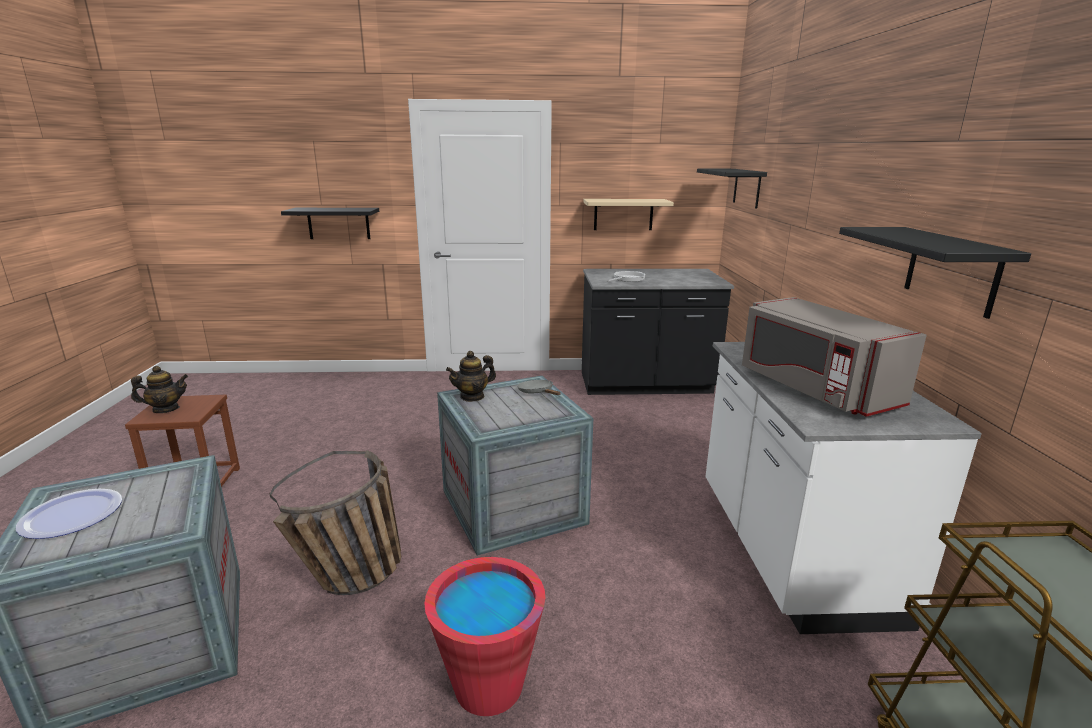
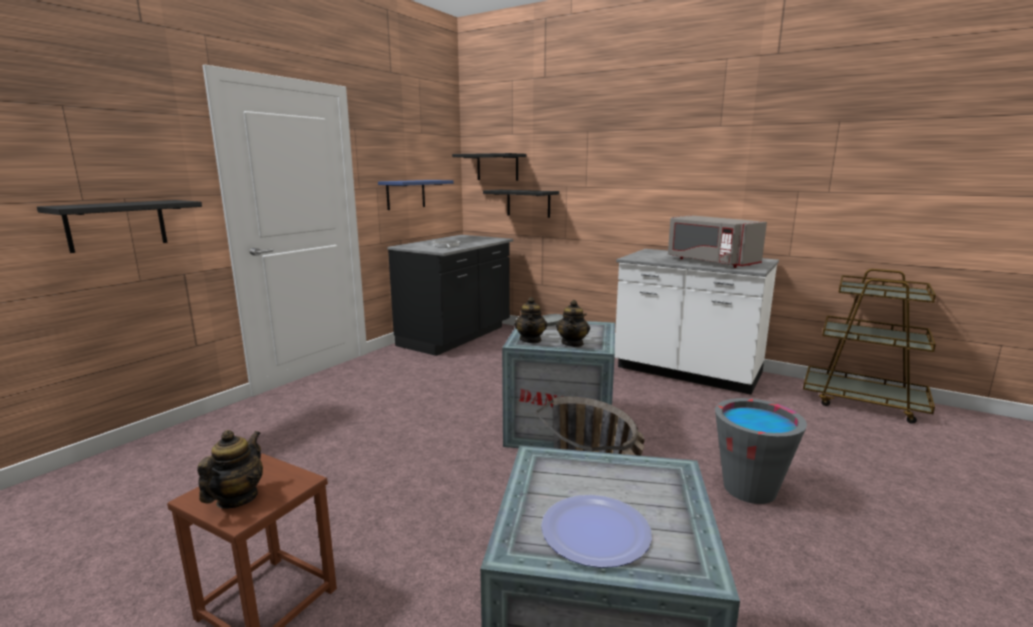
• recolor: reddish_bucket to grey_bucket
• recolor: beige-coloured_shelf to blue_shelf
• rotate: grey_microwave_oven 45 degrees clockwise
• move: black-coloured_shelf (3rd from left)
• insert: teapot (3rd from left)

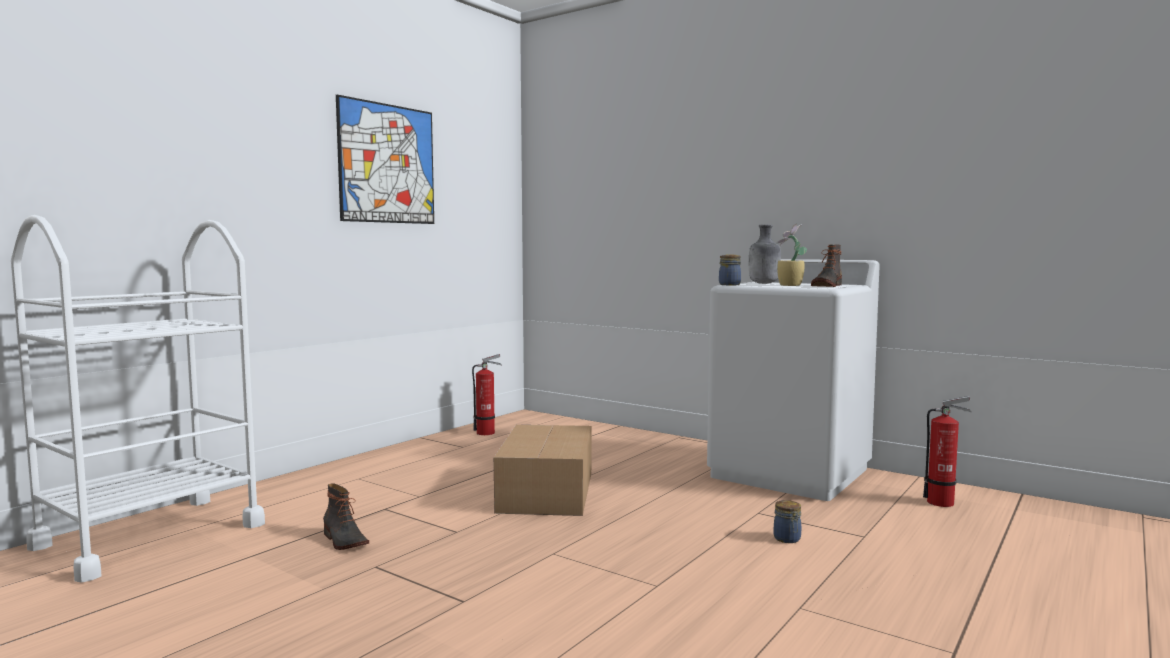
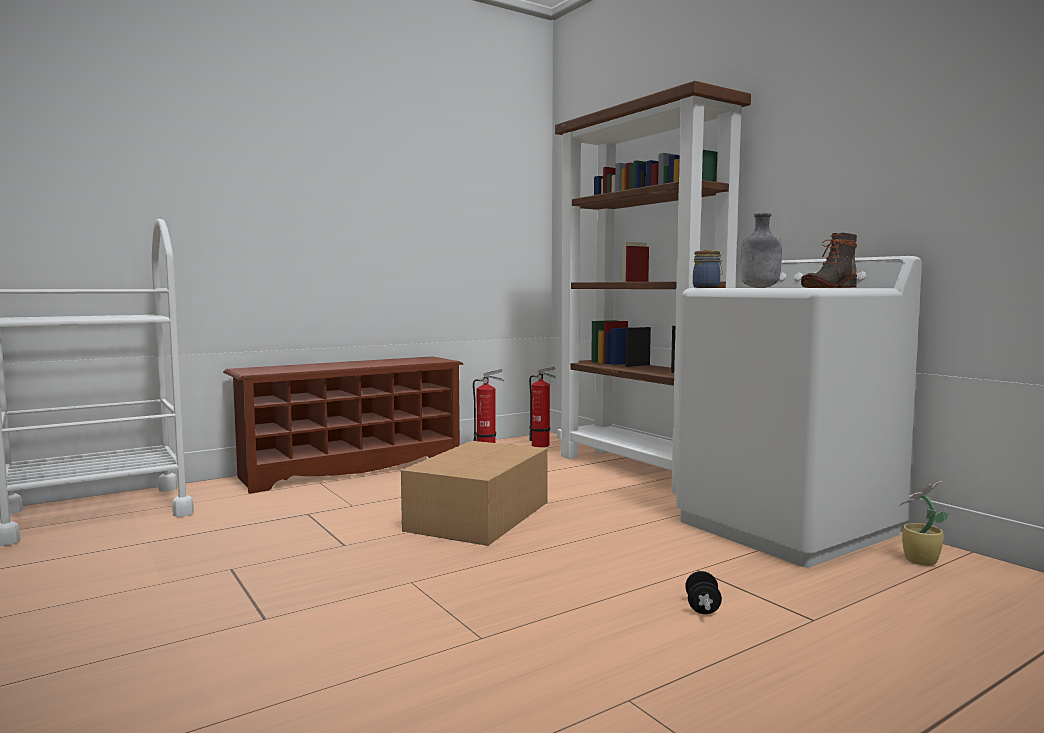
• delete: tall_boot (1st from left)
• delete: wall_picture
• replace: storage_jar (2nd from left) to black-coloured_dumbbell
• move: plant_in_a_pot
• move: extinguisher (2nd from left)
• insert: brown_shoe_stand
• insert: brown_shelving_unit

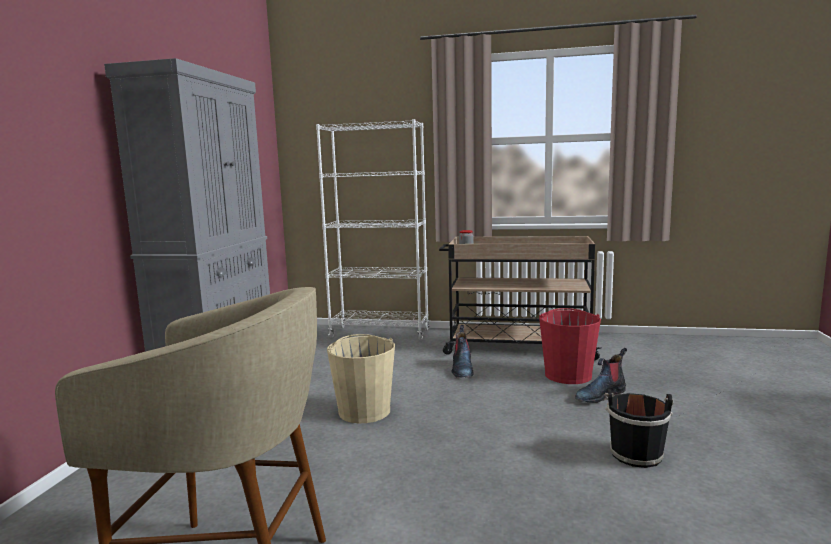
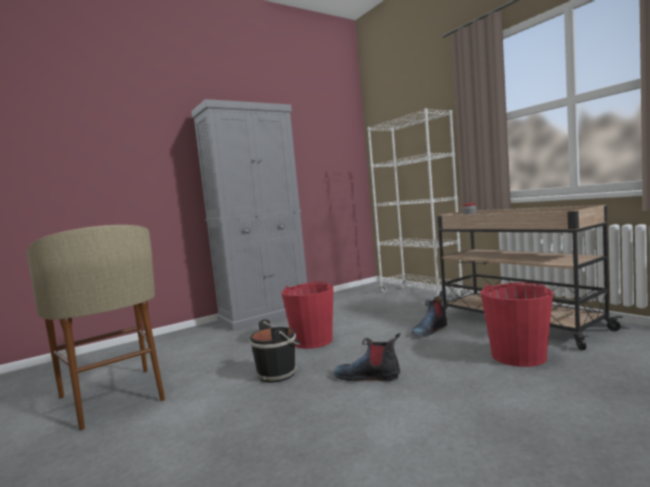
• recolor: beige-coloured_bucket to reddish_bucket (1st from left)
• move: tall_boot (2nd from left in the first image) to tall_boot (1st from left)
• move: black-coloured_bucket

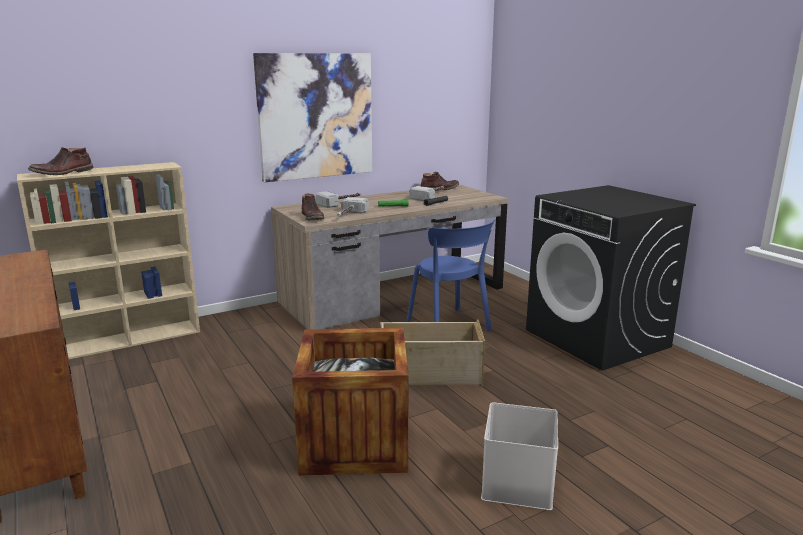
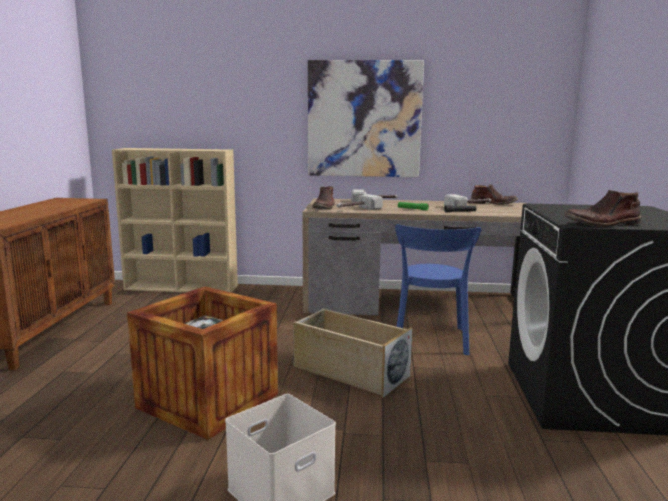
• move: brown_tall_boot (1st from left in the first image) to brown_tall_boot (3rd from left)

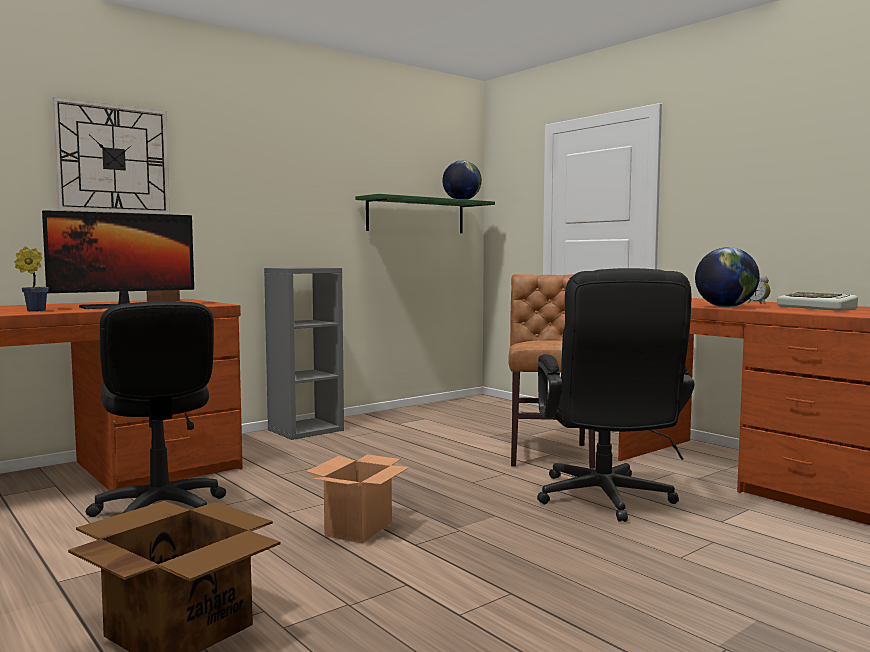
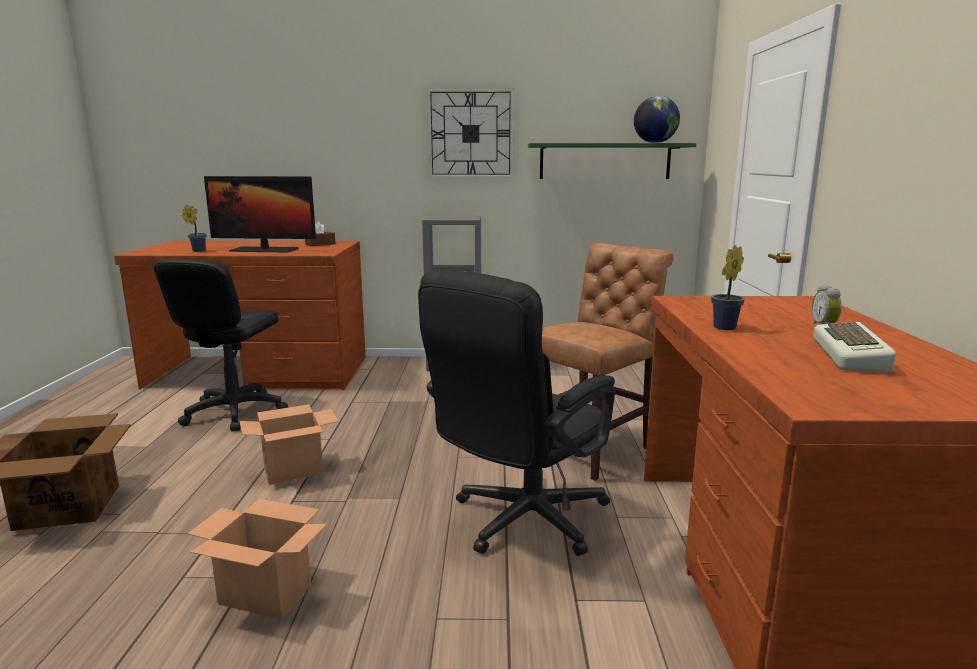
• move: hanging_clock
• replace: desk_globe (2nd from left) to plant_in_a_pot (2nd from left)
• insert: packing_box (2nd from left)

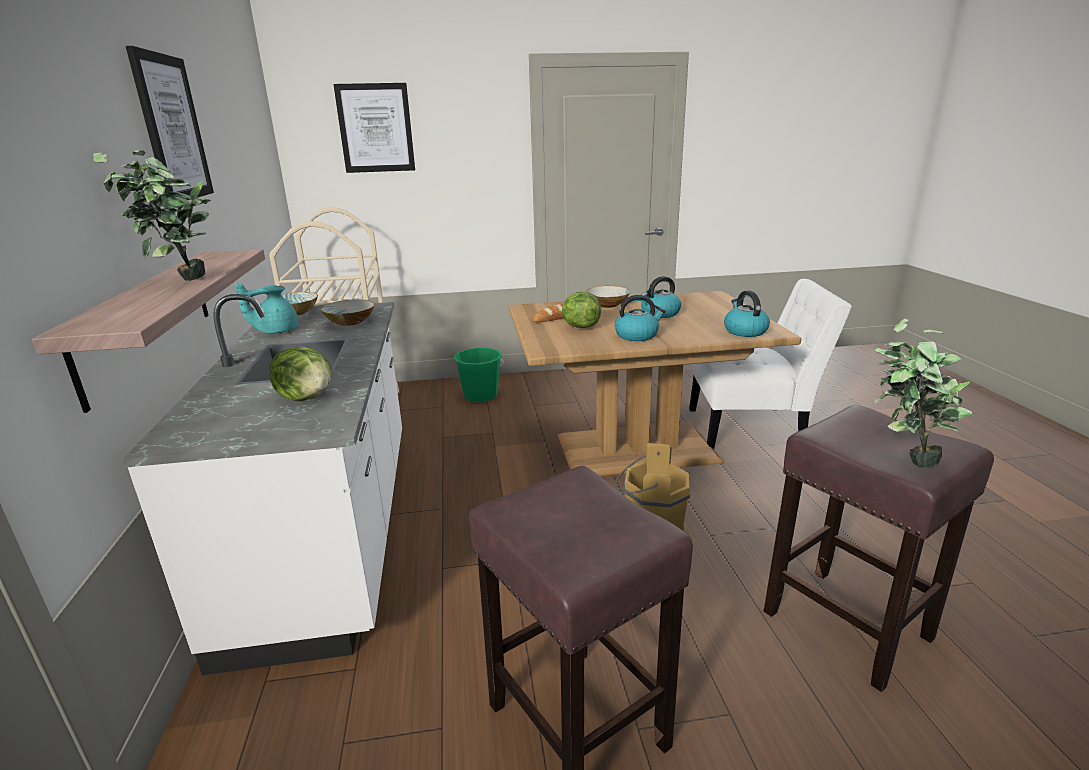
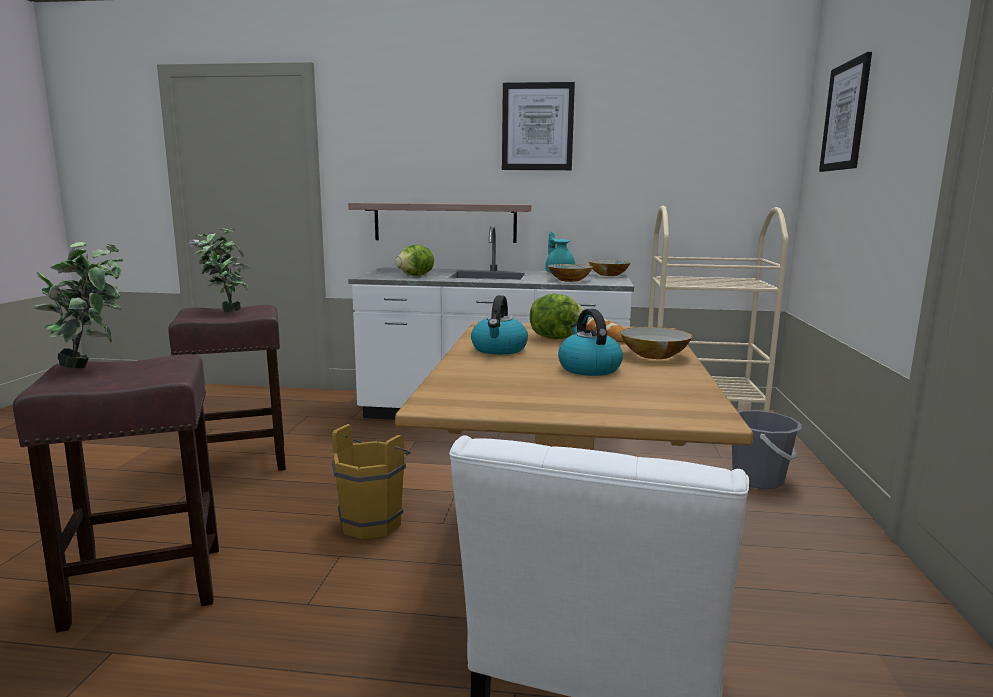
• move: plant_in_a_pot (1st from left in the first image) to plant_in_a_pot (2nd from left)
• recolor: green-coloured_bucket to grey_bucket
• delete: water_kettle (3rd from left)

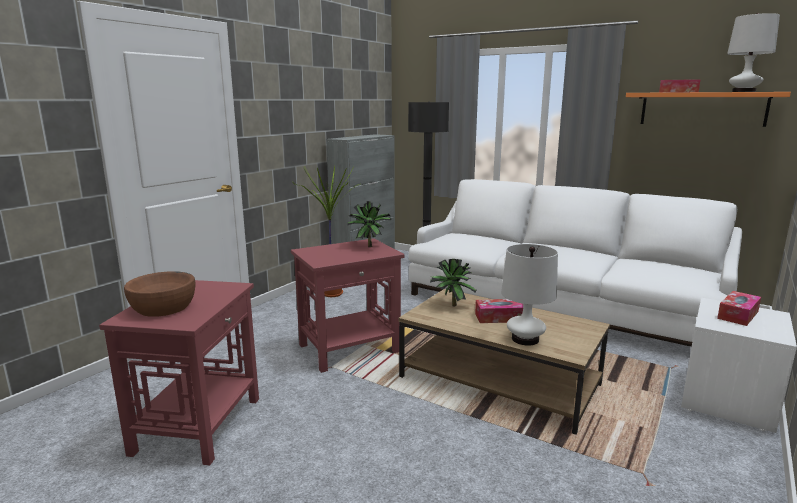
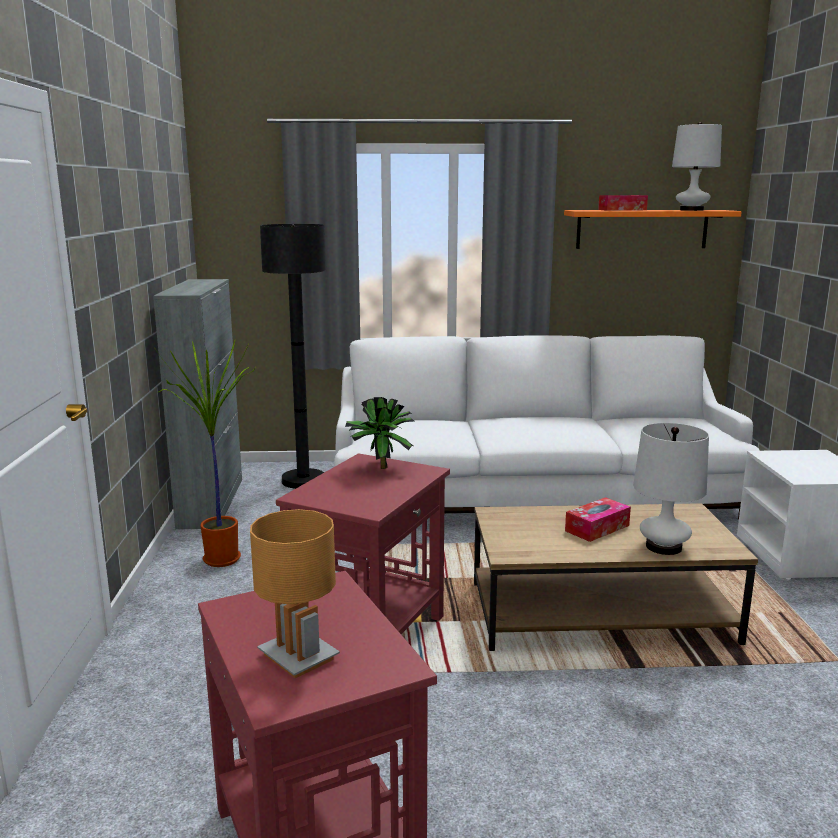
• replace: brown_serving_bowl to brown_lamp_for_a_table
• delete: plant_in_a_pot (3rd from left)
• delete: tissue_box (3rd from left)

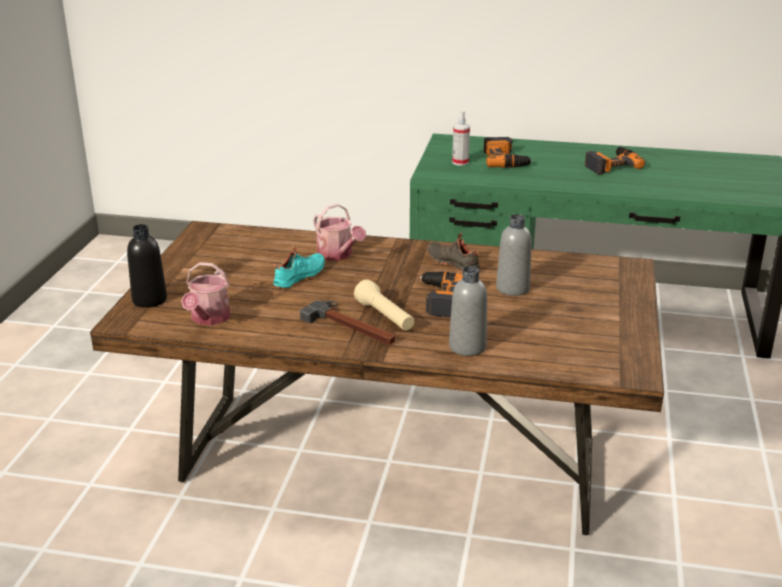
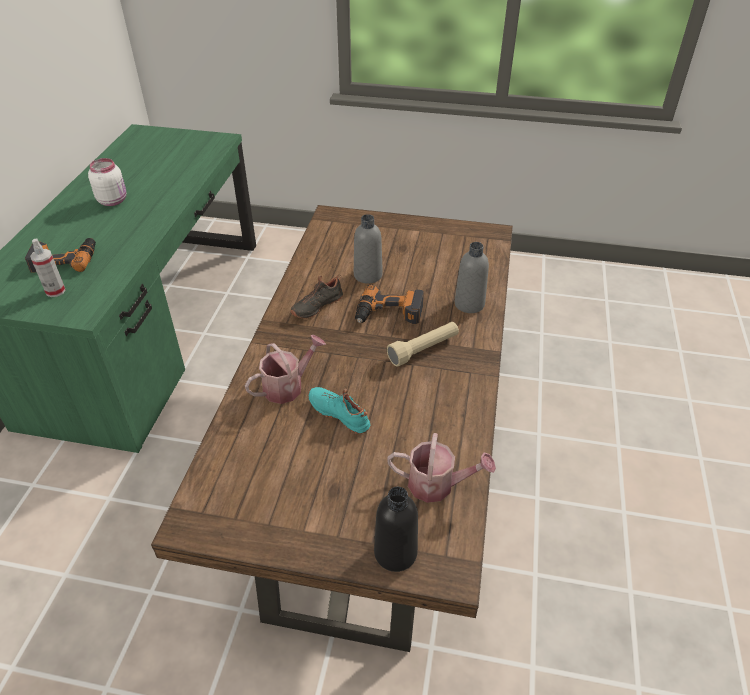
• delete: hammer
• replace: power_drill (3rd from left) to white-coloured_storage_jar

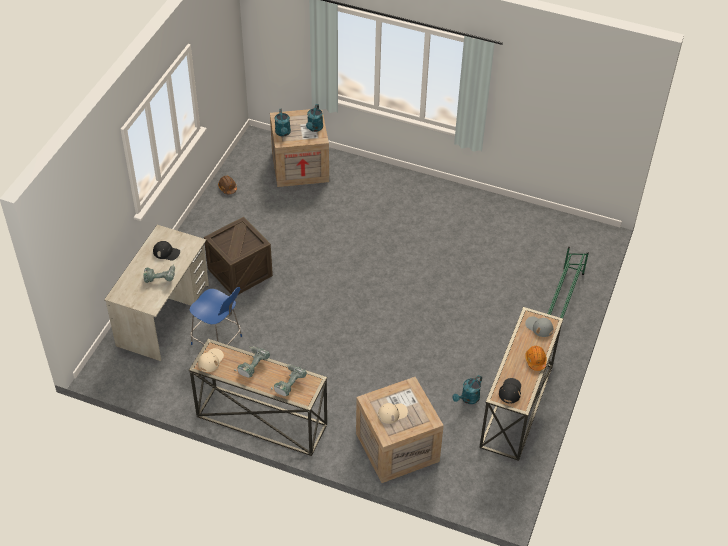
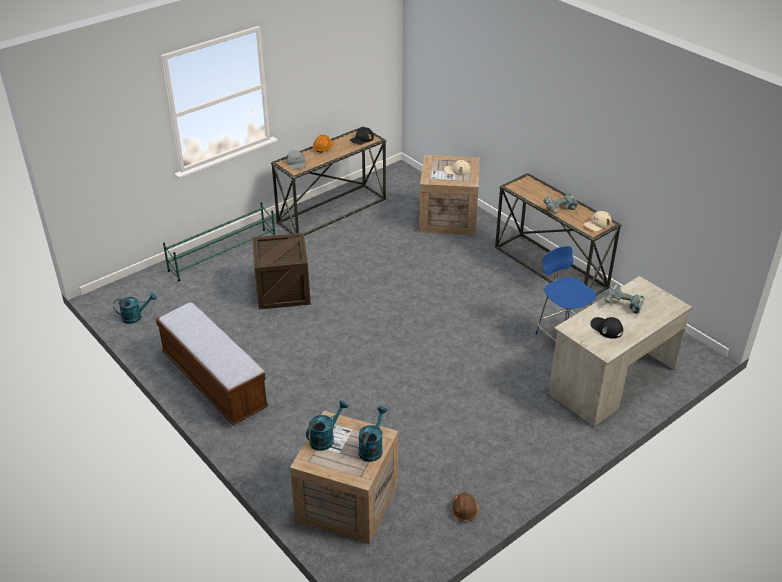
• move: shipping_crate (1st from left)
• delete: power_drill (3rd from left)
• move: turquoise_watering_pot (3rd from left in the first image) to turquoise_watering_pot (1st from left)
• insert: long_seat

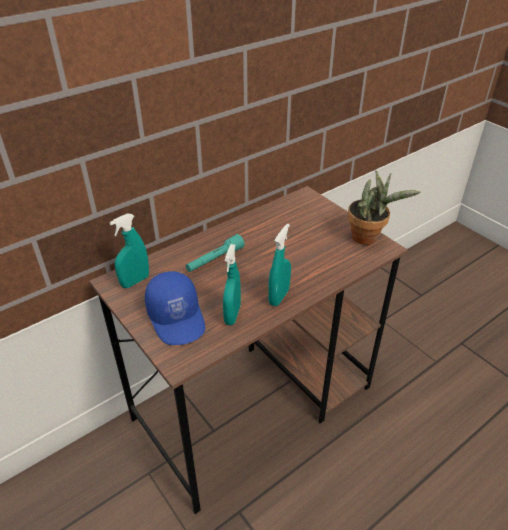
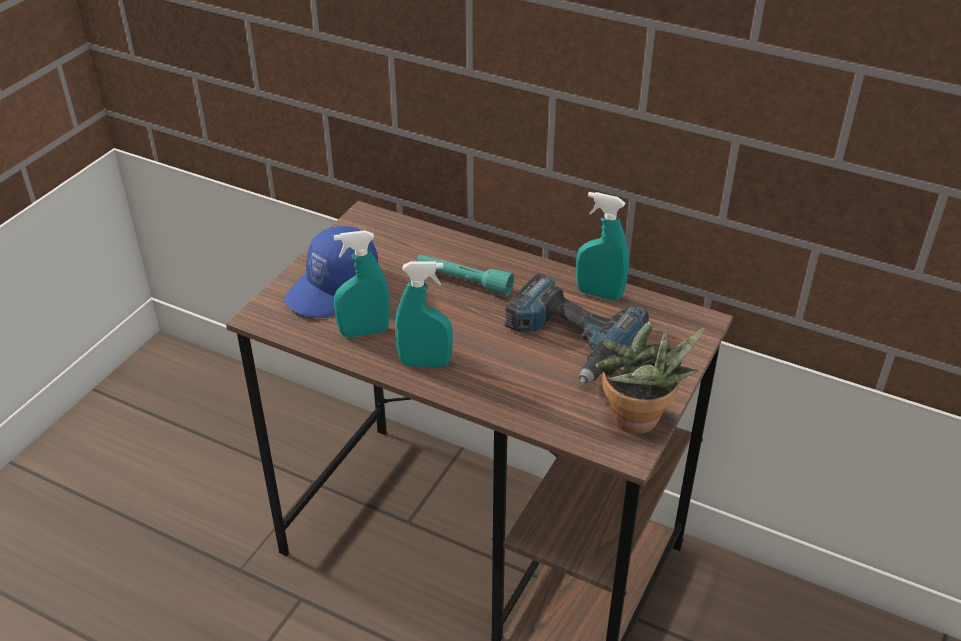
• move: turquoise_spray_bottle (1st from left in the first image) to turquoise_spray_bottle (3rd from left)
• insert: power_drill

